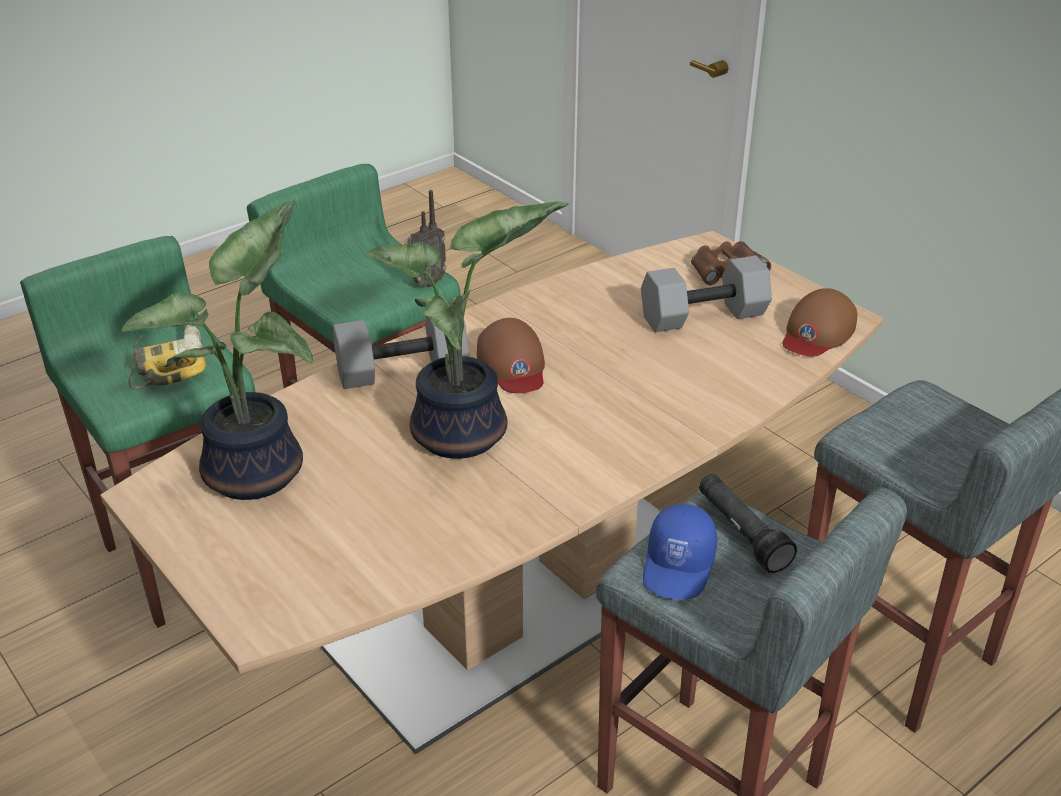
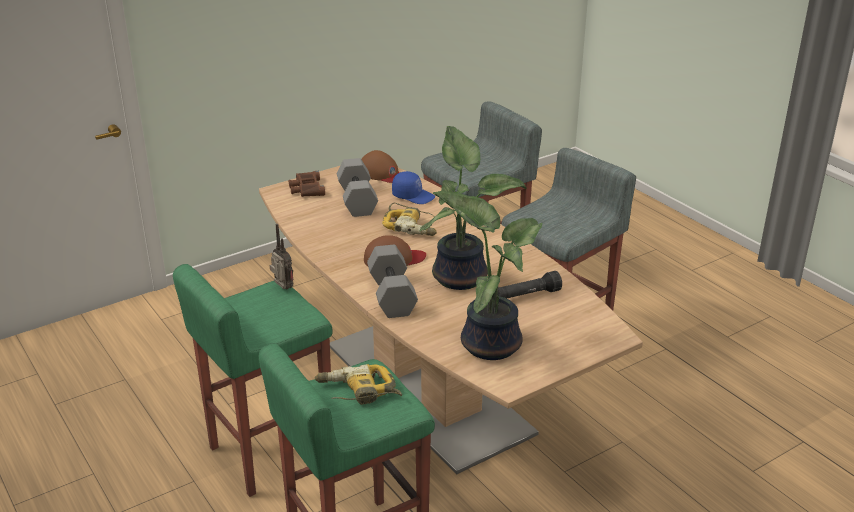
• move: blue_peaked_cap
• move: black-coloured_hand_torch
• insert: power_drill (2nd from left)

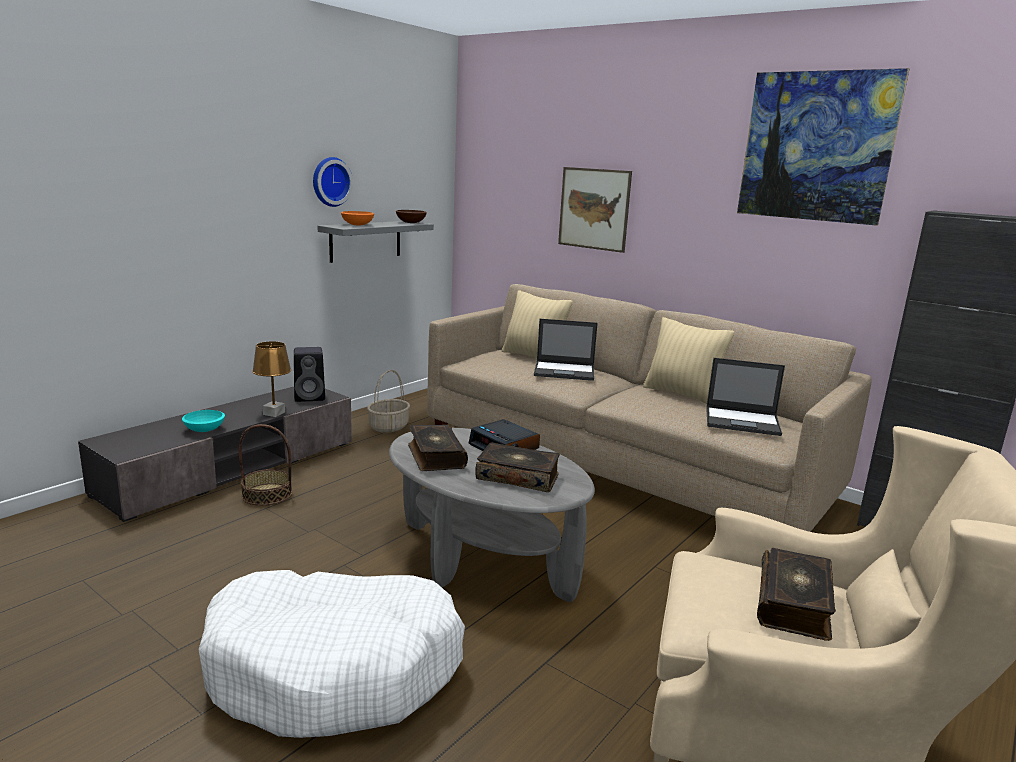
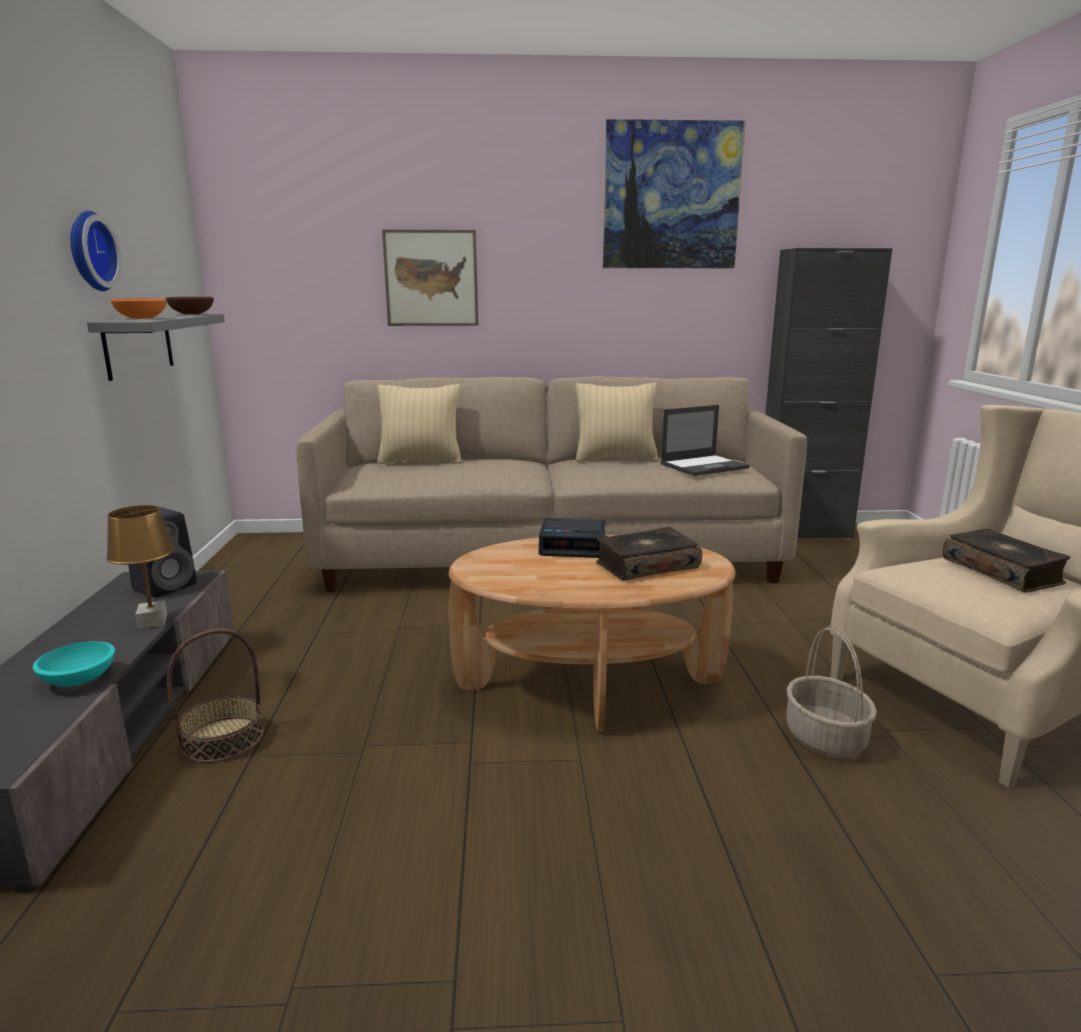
• delete: white-coloured_dog_bed
• move: storage_basket (2nd from left)
• recolor: grey_coffee_table to brown_coffee_table
• delete: volume (1st from left)
• delete: portable_computer (1st from left)

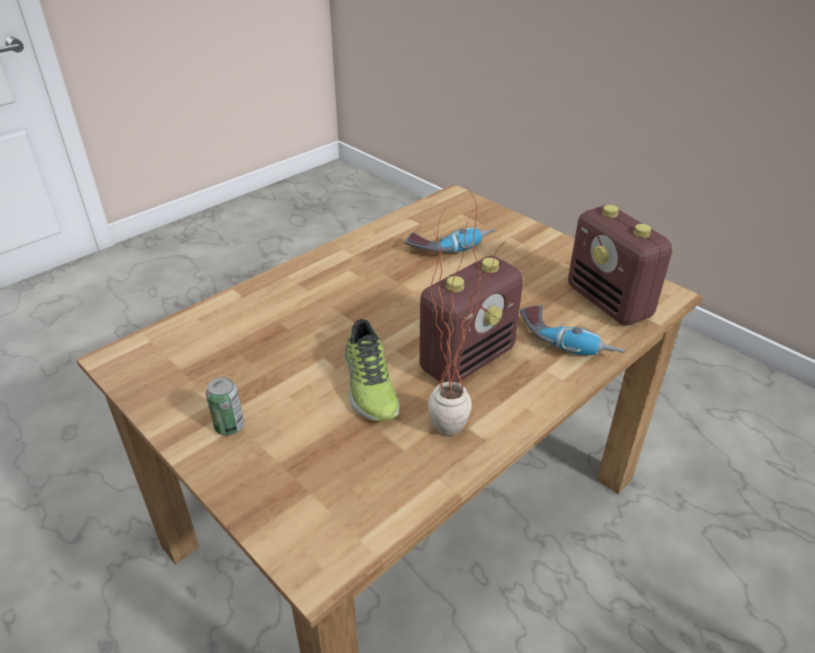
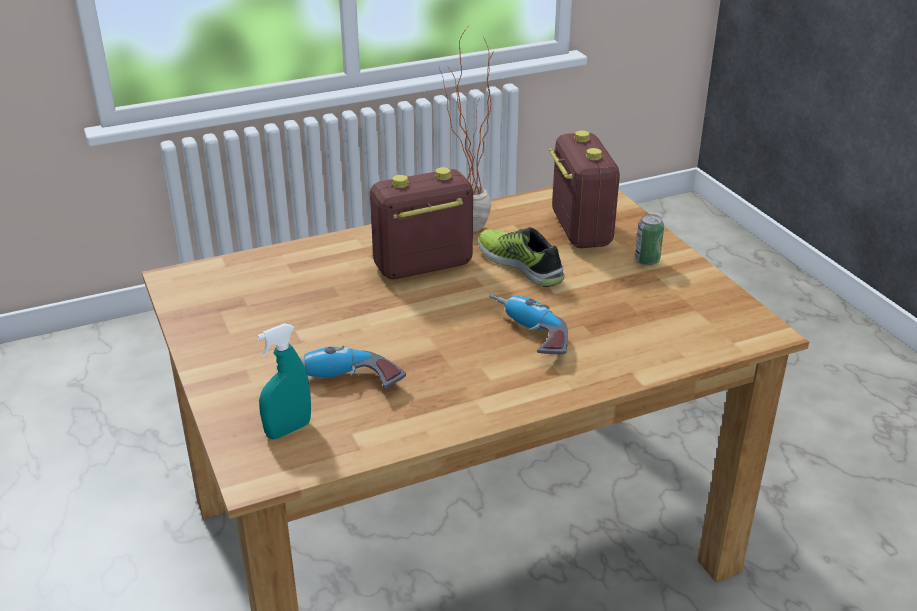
• rotate: item_of_footwear 45 degrees counterclockwise
• move: power_drill (2nd from left)
• move: radio_set (2nd from left)
• insert: turquoise_spray_bottle

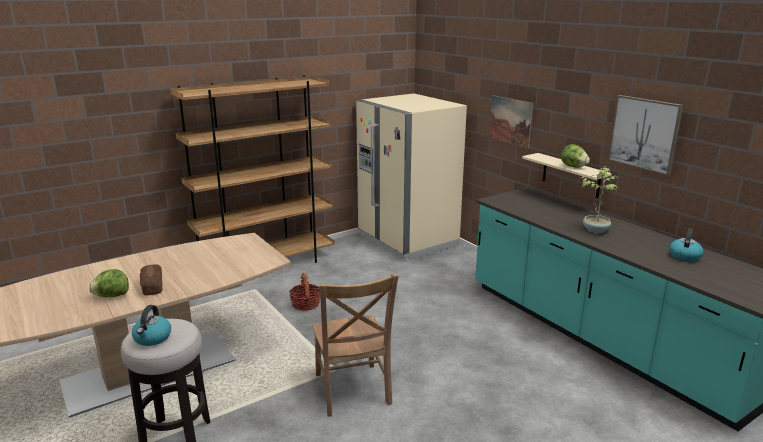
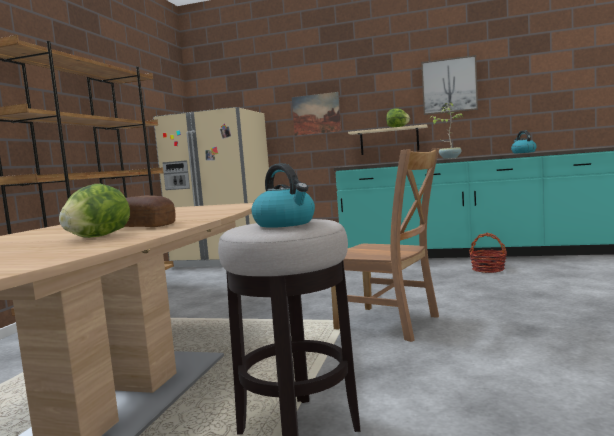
• move: storage_basket

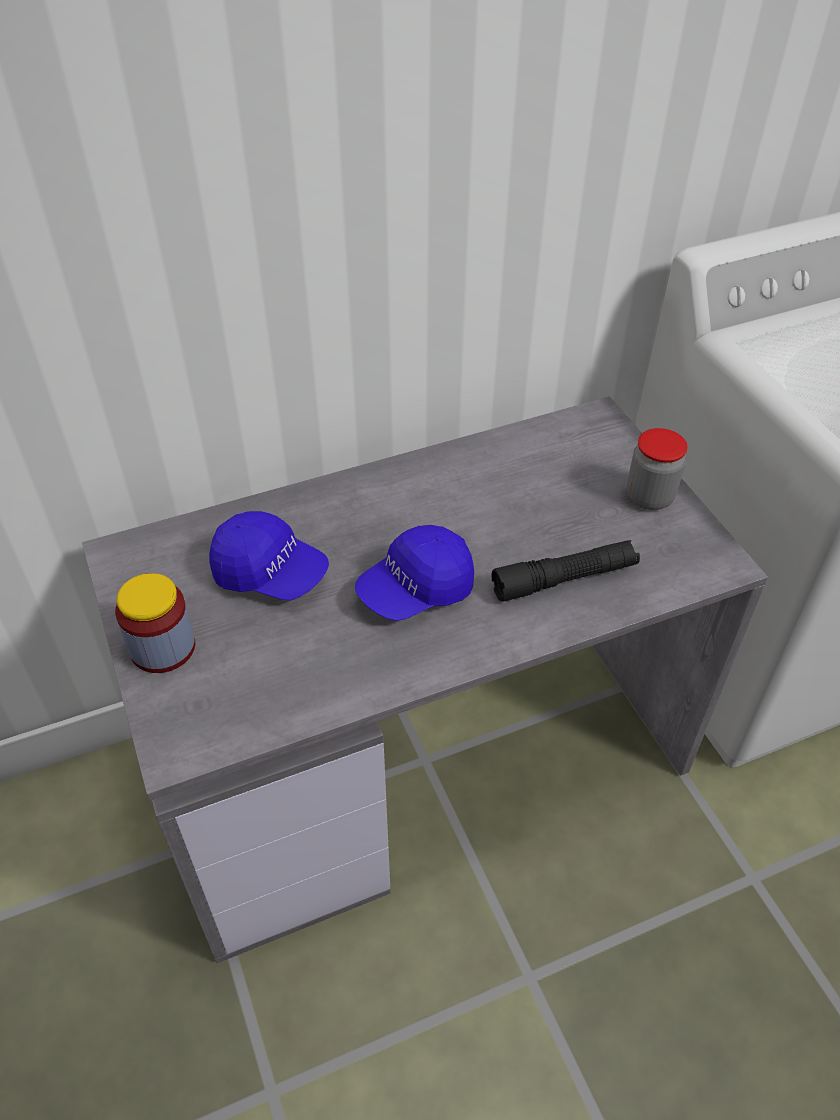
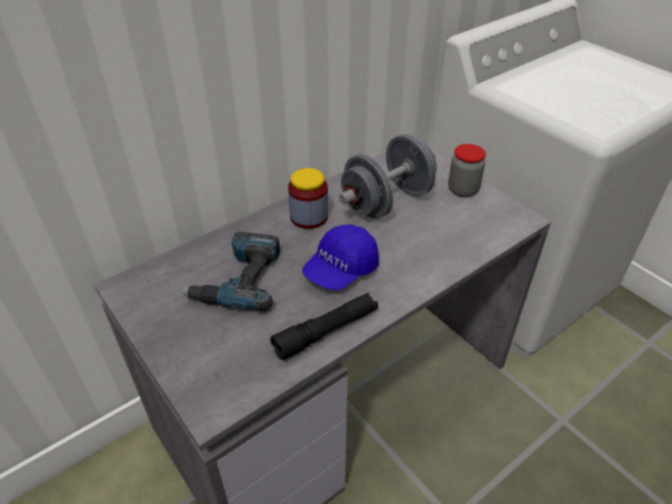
• move: storage_jar (1st from left)
• replace: blue_peaked_cap (1st from left) to power_drill
• move: black-coloured_hand_torch
• insert: grey_dumbbell

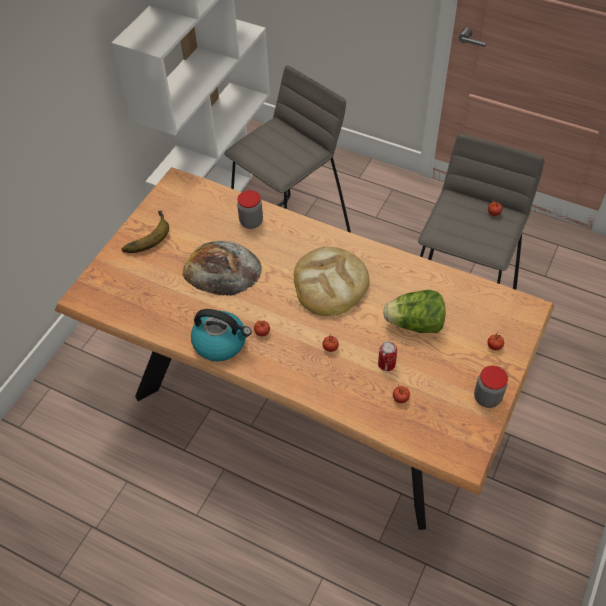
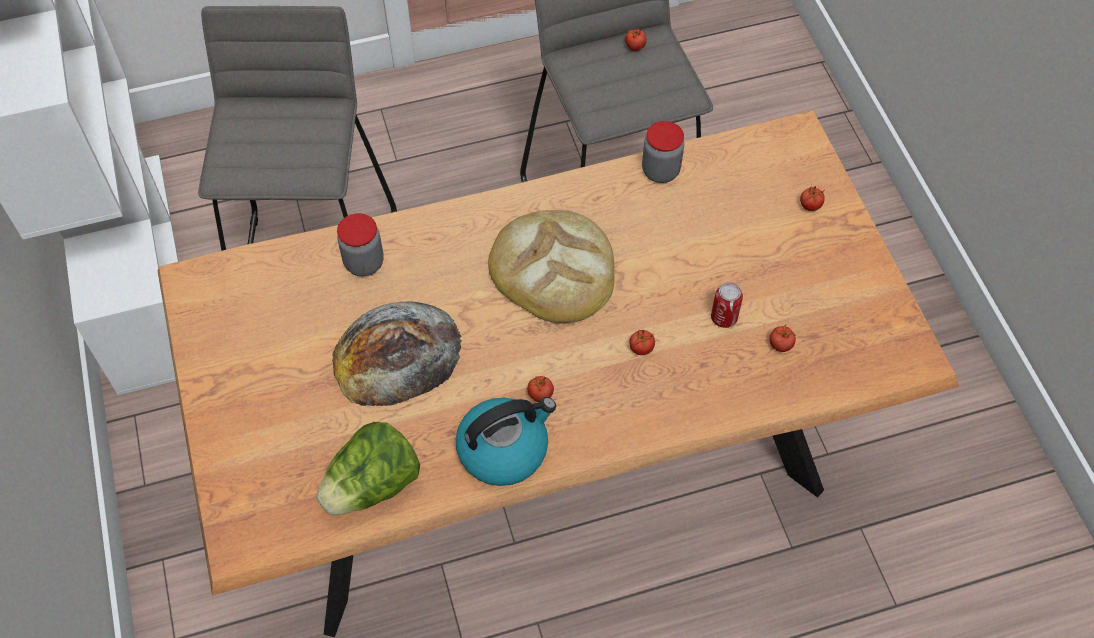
• delete: banana_fruit
• move: lettuce_head
• move: storage_jar (2nd from left)

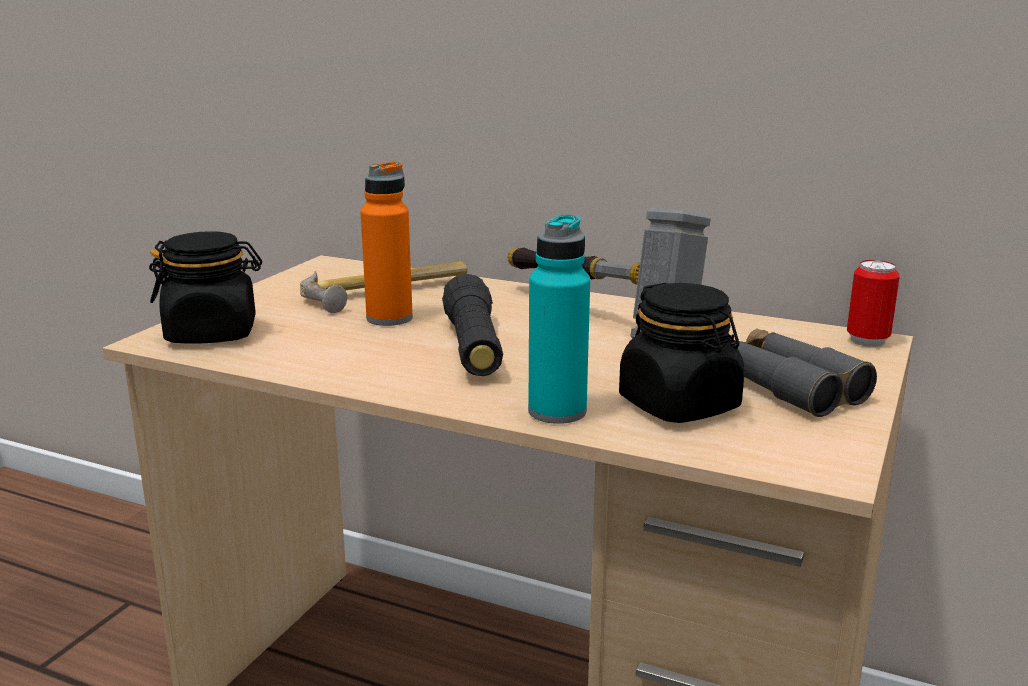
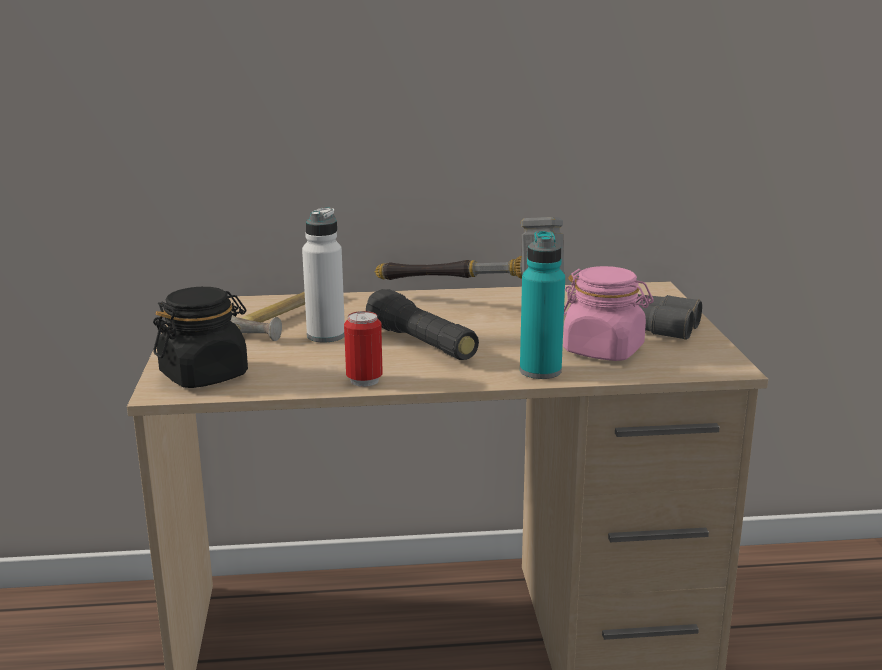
• recolor: orangey_drink_bottle to white-coloured_drink_bottle
• recolor: black-coloured_storage_jar (2nd from left) to pinkish_storage_jar
• move: sealed_can

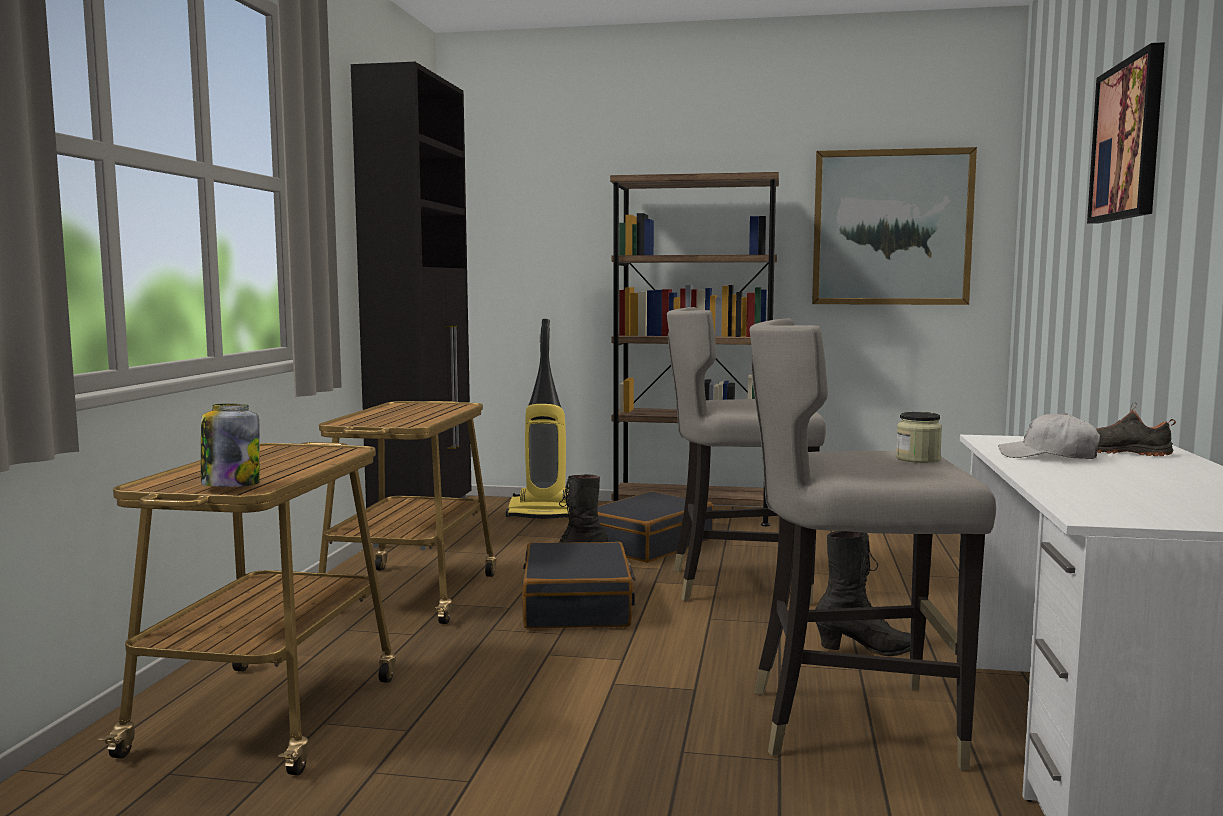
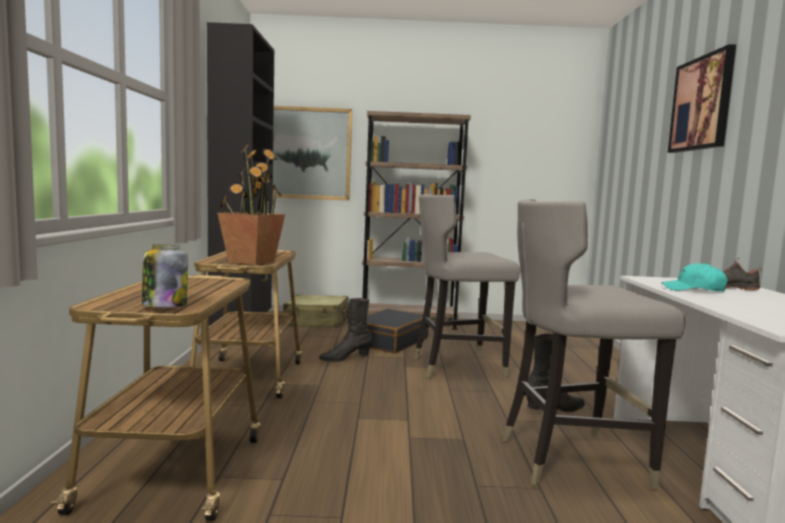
• replace: vacuum to beige-coloured_travel_case
• delete: black-coloured_travel_case (1st from left)
• move: wall_picture (1st from left)
• delete: storage_jar (2nd from left)
• recolor: white-coloured_peaked_cap to turquoise_peaked_cap
• insert: plant_in_a_pot

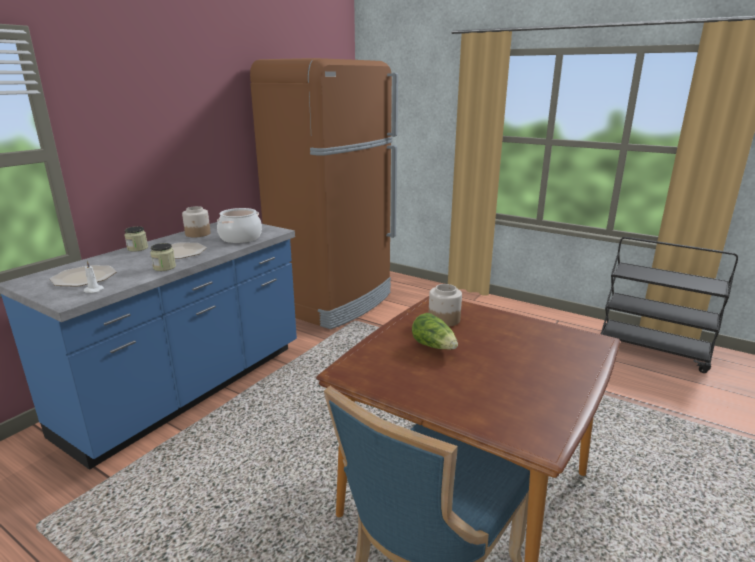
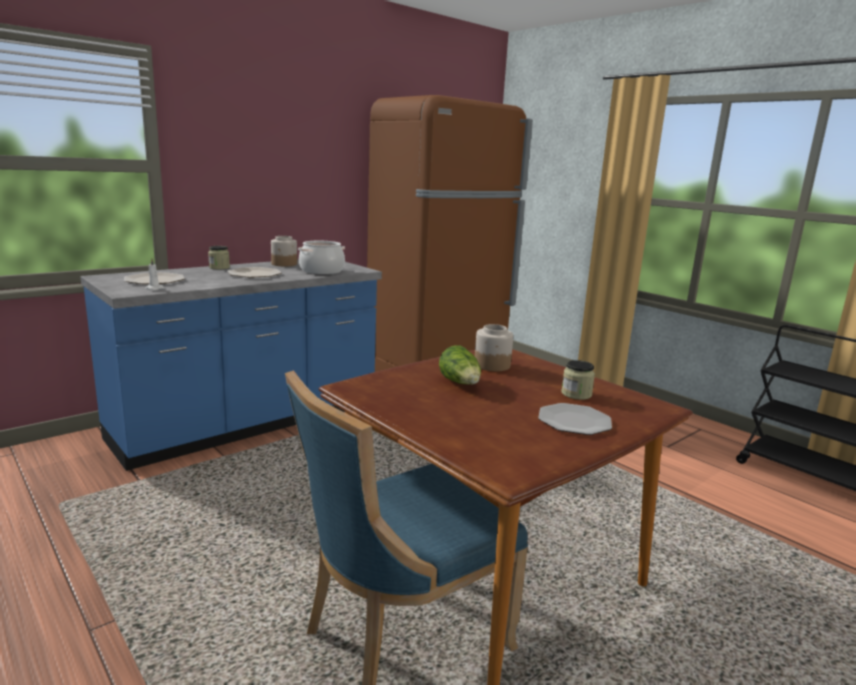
• move: storage_jar (2nd from left in the first image) to storage_jar (4th from left)
• insert: dinner_plate (3rd from left)

